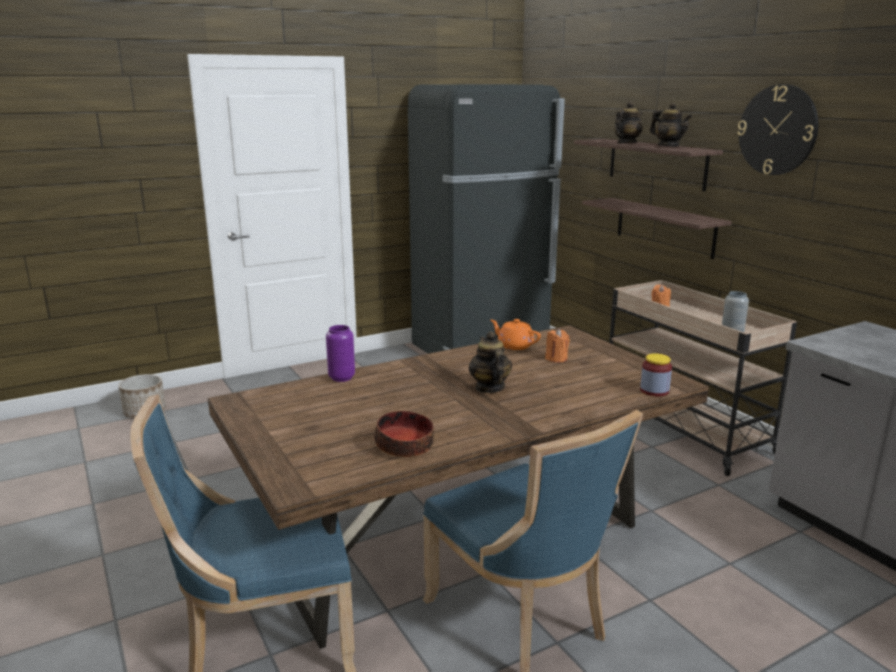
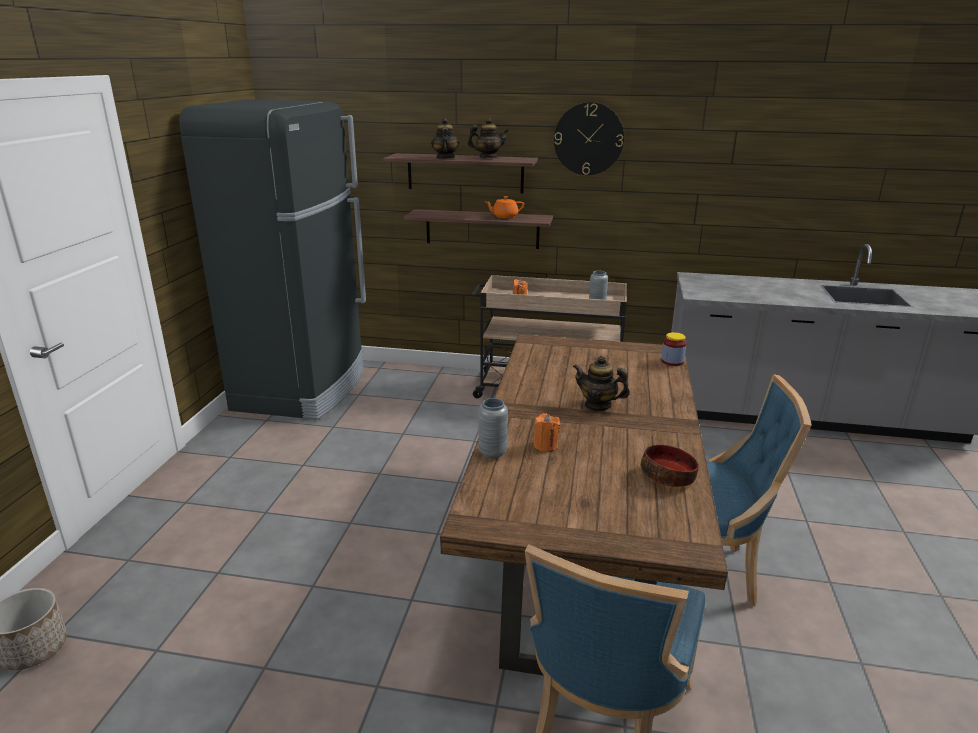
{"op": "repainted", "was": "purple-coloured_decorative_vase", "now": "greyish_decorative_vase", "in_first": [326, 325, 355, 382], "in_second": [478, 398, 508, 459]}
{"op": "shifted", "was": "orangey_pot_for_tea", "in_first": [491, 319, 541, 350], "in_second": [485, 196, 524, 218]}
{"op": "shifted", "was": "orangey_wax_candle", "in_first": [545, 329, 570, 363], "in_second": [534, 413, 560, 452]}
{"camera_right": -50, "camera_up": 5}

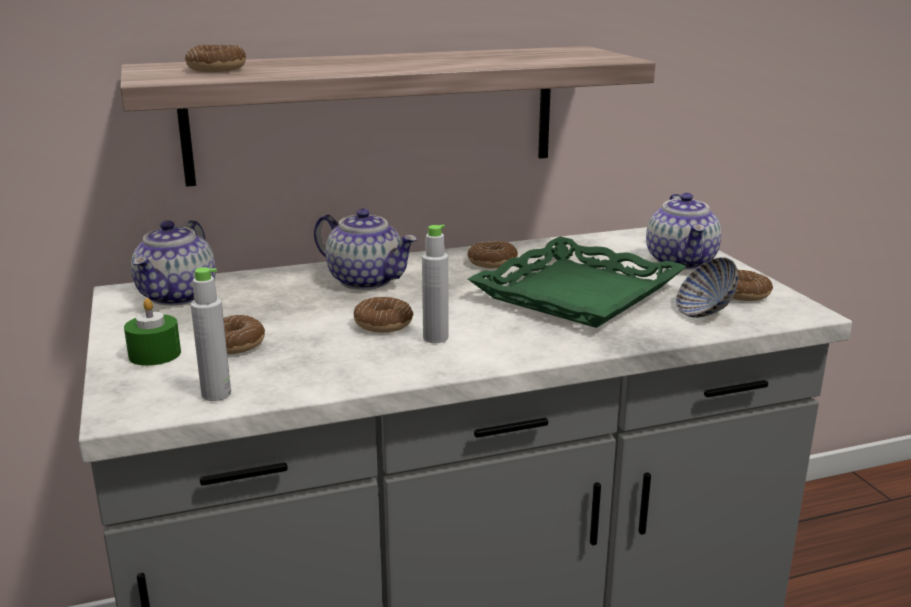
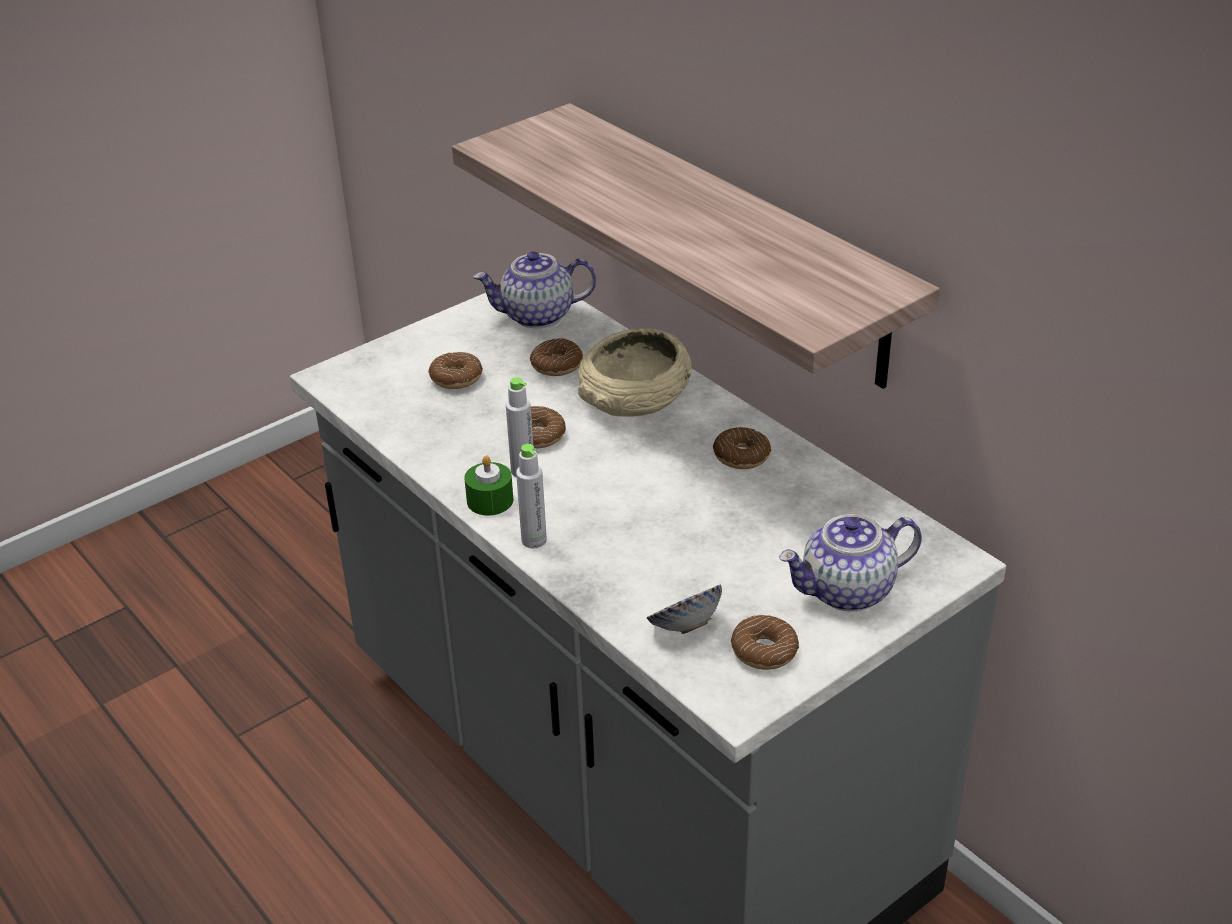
{"op": "shifted", "was": "green_wax_candle", "in_first": [124, 298, 181, 366], "in_second": [464, 455, 514, 516]}
{"op": "shifted", "was": "ring_doughnut", "in_first": [185, 45, 246, 72], "in_second": [530, 338, 583, 376]}
{"op": "shifted", "was": "greyish_beverage_bottle", "in_first": [190, 267, 231, 401], "in_second": [516, 444, 547, 548]}
{"op": "swapped", "was": "pot_for_tea", "now": "beige_serving_bowl", "in_first": [314, 208, 417, 290], "in_second": [578, 328, 692, 417]}
{"op": "gone", "was": "green_serving_tray", "in_first": [468, 236, 686, 328]}
{"camera_right": 70, "camera_up": 15}

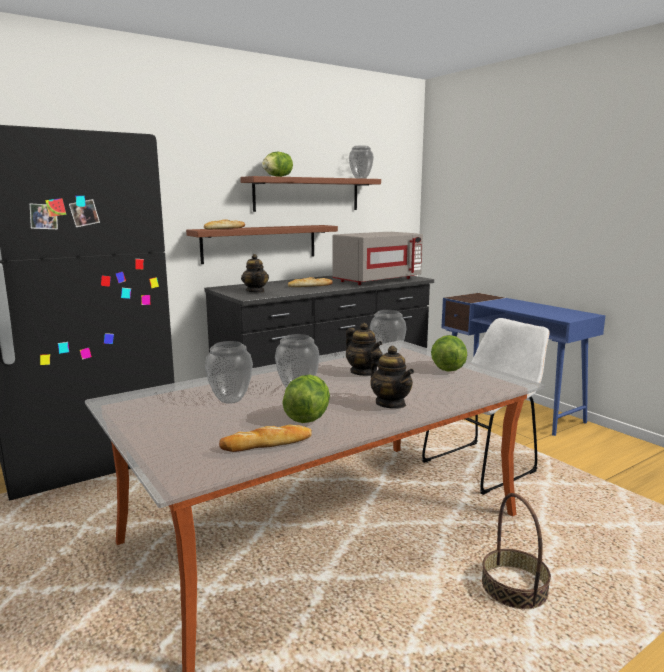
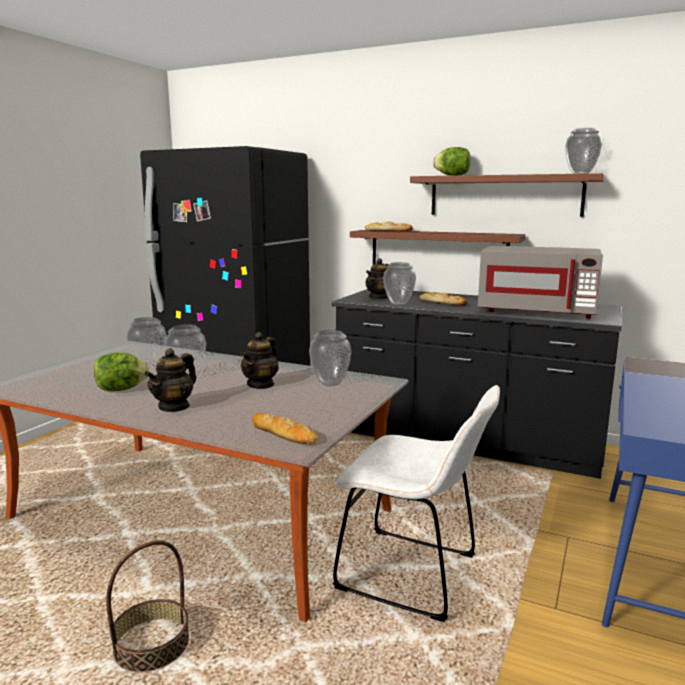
{"op": "shifted", "was": "bakery_bread", "in_first": [219, 425, 312, 452], "in_second": [252, 413, 319, 444]}
{"op": "gone", "was": "head_of_lettuce", "in_first": [431, 335, 467, 372]}
{"op": "new", "now": "decorative_vase", "in_second": [383, 262, 416, 305]}
{"camera_right": 60, "camera_up": 0}

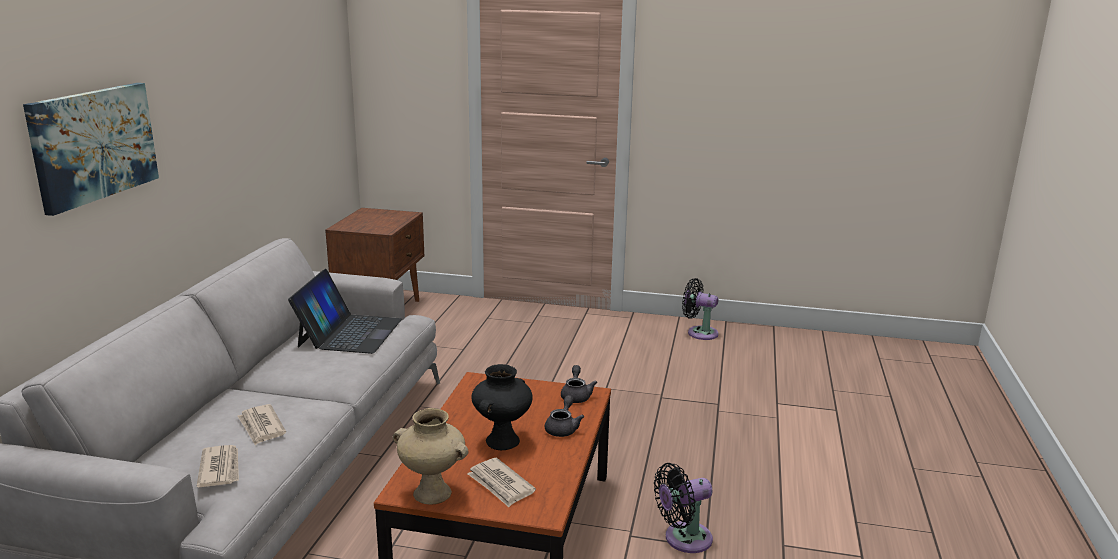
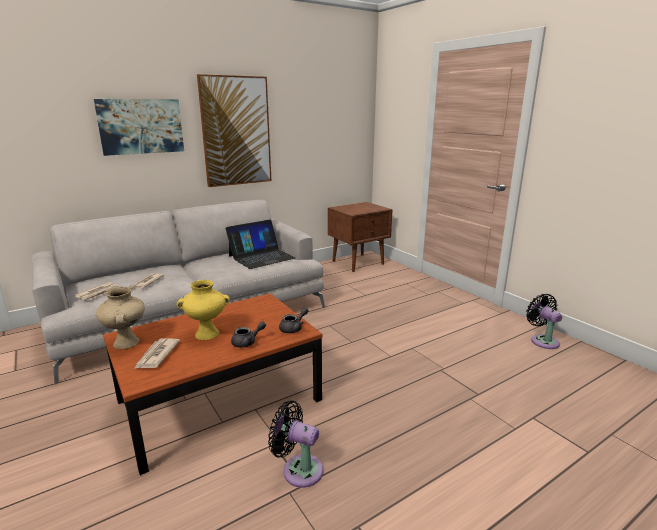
{"op": "repainted", "was": "blackish_decorative_vase", "now": "yellow-coloured_decorative_vase", "in_first": [472, 364, 533, 450], "in_second": [177, 280, 230, 340]}
{"op": "new", "now": "wall_picture", "in_second": [197, 74, 272, 187]}
{"camera_right": 45, "camera_up": 0}

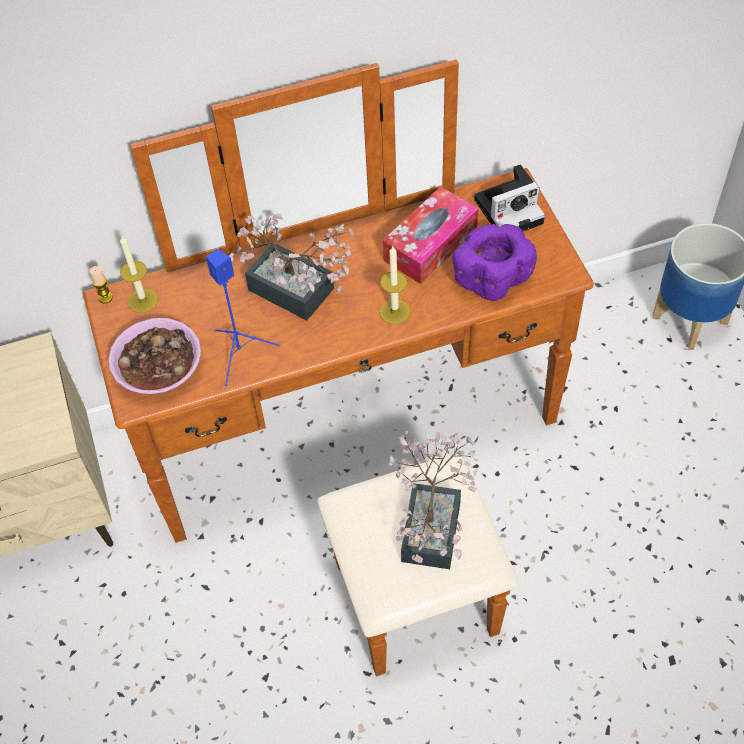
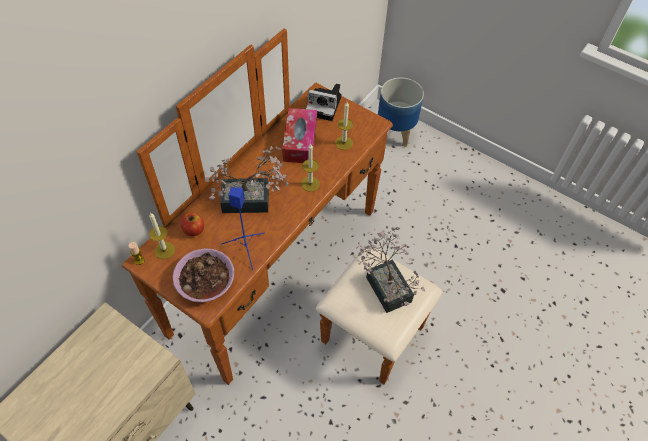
{"op": "swapped", "was": "purple-coloured_serving_bowl", "now": "wax_candle", "in_first": [452, 224, 537, 301], "in_second": [335, 102, 353, 150]}
{"op": "rotated", "was": "photo_camera", "in_first": [474, 164, 545, 231], "in_second": [306, 84, 341, 121], "clockwise": 75}
{"op": "new", "now": "whole_apple", "in_second": [180, 212, 204, 236]}
{"camera_right": -40, "camera_up": 0}

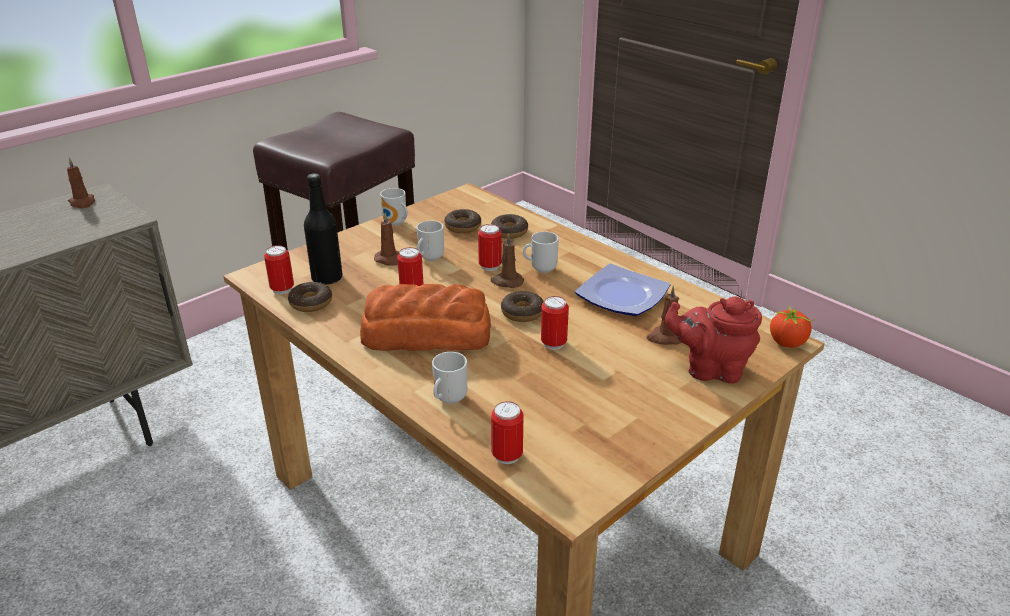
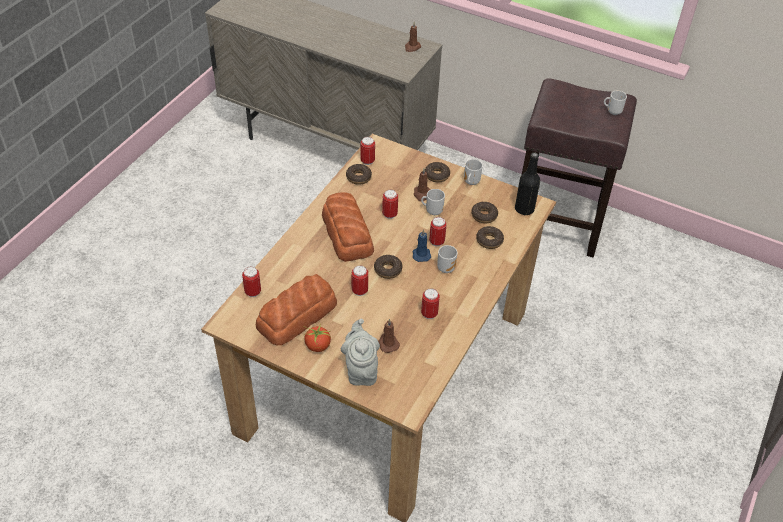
{"op": "shifted", "was": "blackish_beverage_bottle", "in_first": [304, 173, 342, 285], "in_second": [515, 152, 540, 215]}
{"op": "shifted", "was": "tea_mug", "in_first": [432, 352, 467, 404], "in_second": [604, 91, 627, 115]}
{"op": "repainted", "was": "brownish_wax_candle", "now": "blue_wax_candle", "in_first": [490, 233, 524, 288], "in_second": [413, 229, 431, 262]}
{"op": "swapped", "was": "flat_dish", "now": "sealed_can", "in_first": [575, 264, 671, 316], "in_second": [421, 288, 440, 319]}
{"op": "repainted", "was": "reddish_pot_for_tea", "now": "greyish_pot_for_tea", "in_first": [665, 297, 762, 384], "in_second": [341, 319, 380, 386]}
{"op": "shifted", "was": "whole_tomato", "in_first": [770, 306, 814, 348], "in_second": [304, 323, 331, 352]}
{"op": "new", "now": "bakery_bread", "in_second": [256, 274, 337, 346]}
{"op": "new", "now": "ring_doughnut", "in_second": [425, 162, 450, 182]}
{"camera_right": 70, "camera_up": 15}

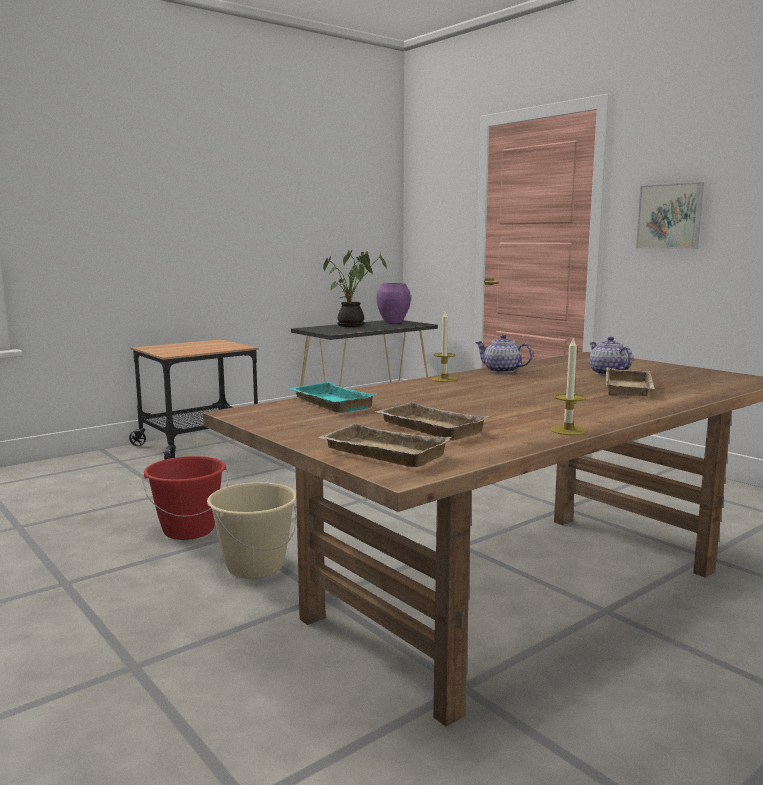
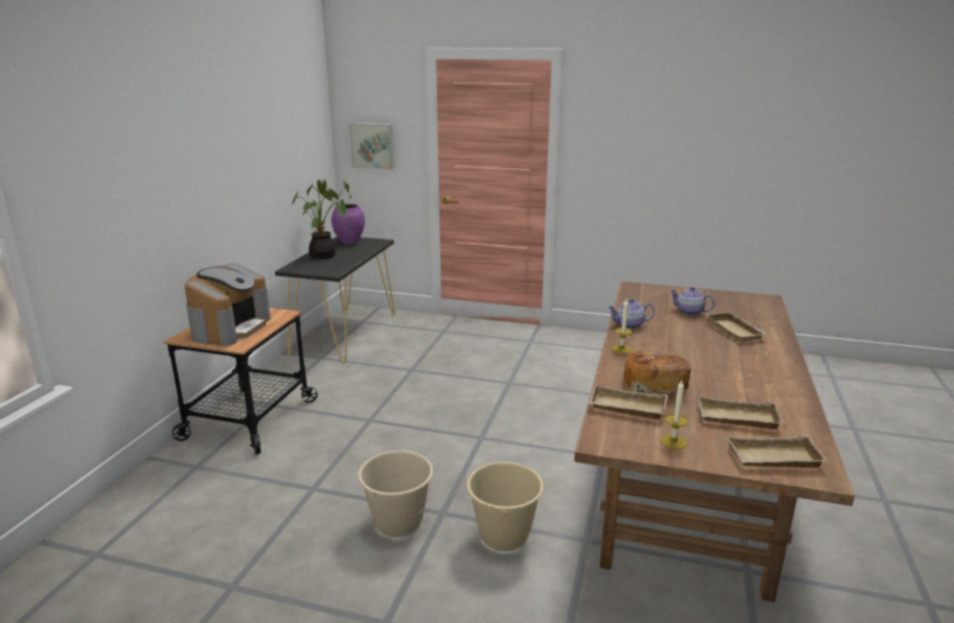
{"op": "repainted", "was": "reddish_water_bucket", "now": "beige_water_bucket", "in_first": [142, 456, 229, 540], "in_second": [358, 451, 433, 537]}
{"op": "repainted", "was": "turquoise_serving_tray", "now": "beige_serving_tray", "in_first": [289, 382, 376, 413], "in_second": [588, 385, 668, 420]}
{"op": "shifted", "was": "wax_candle", "in_first": [550, 336, 586, 435], "in_second": [660, 380, 688, 449]}
{"op": "shifted", "was": "wall_picture", "in_first": [636, 182, 704, 249], "in_second": [349, 123, 395, 170]}
{"op": "new", "now": "coffee_brewer", "in_second": [185, 264, 271, 346]}
{"op": "new", "now": "bakery_bread", "in_second": [624, 351, 691, 394]}
{"camera_right": -35, "camera_up": 10}

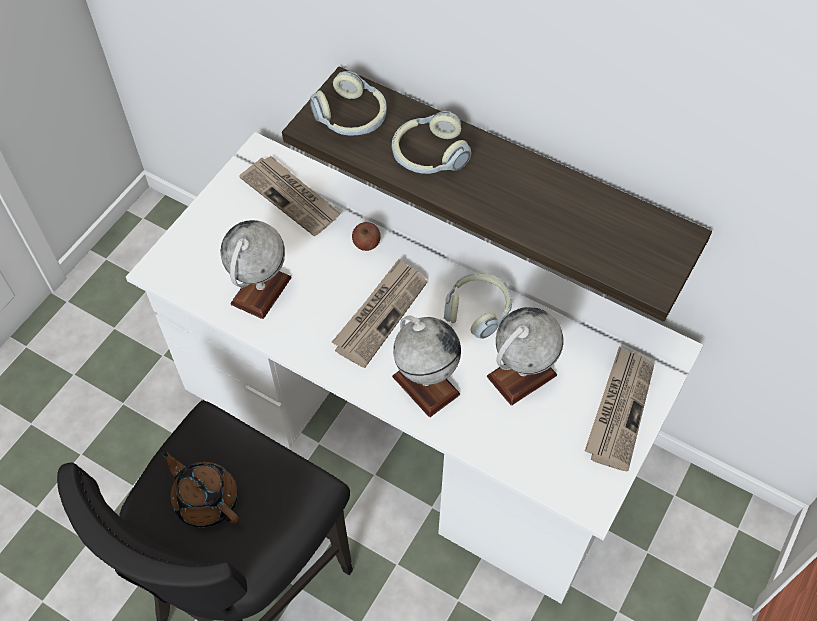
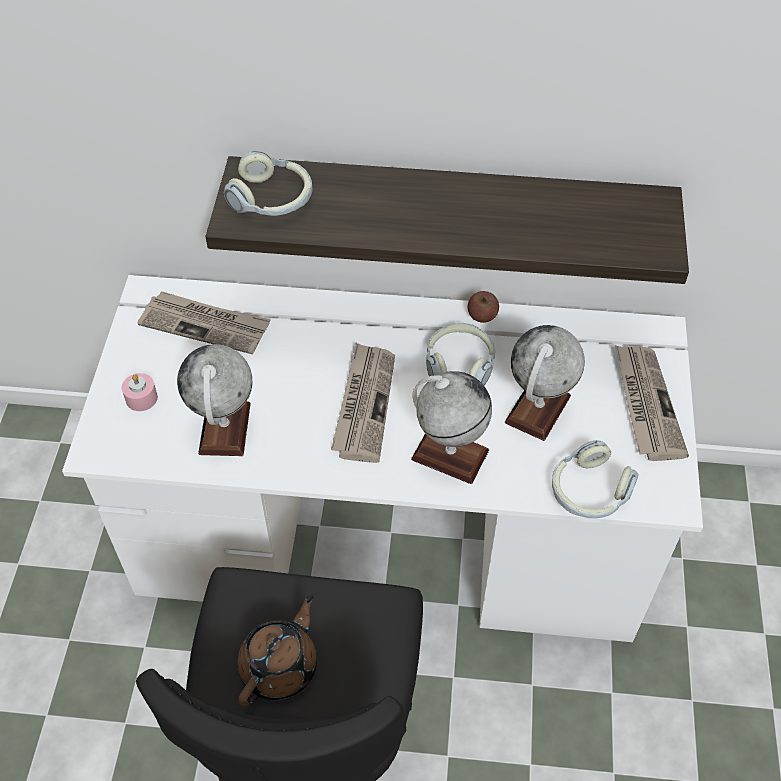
{"op": "rotated", "was": "brownish_pot_for_tea", "in_first": [160, 450, 239, 528], "in_second": [237, 593, 317, 707], "clockwise": 105}
{"op": "shifted", "was": "whole_apple", "in_first": [352, 222, 381, 251], "in_second": [468, 291, 499, 323]}
{"op": "shifted", "was": "headset", "in_first": [392, 111, 471, 174], "in_second": [552, 440, 639, 518]}
{"op": "new", "now": "pink_wax_candle", "in_second": [122, 373, 158, 411]}
{"camera_right": -25, "camera_up": -5}

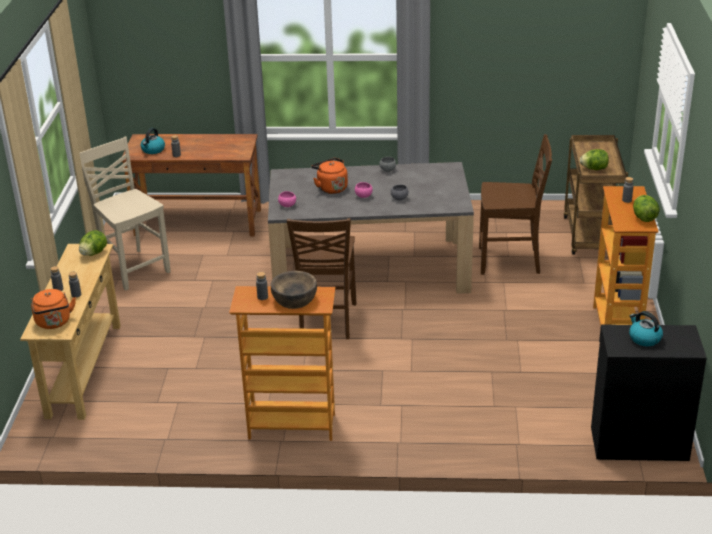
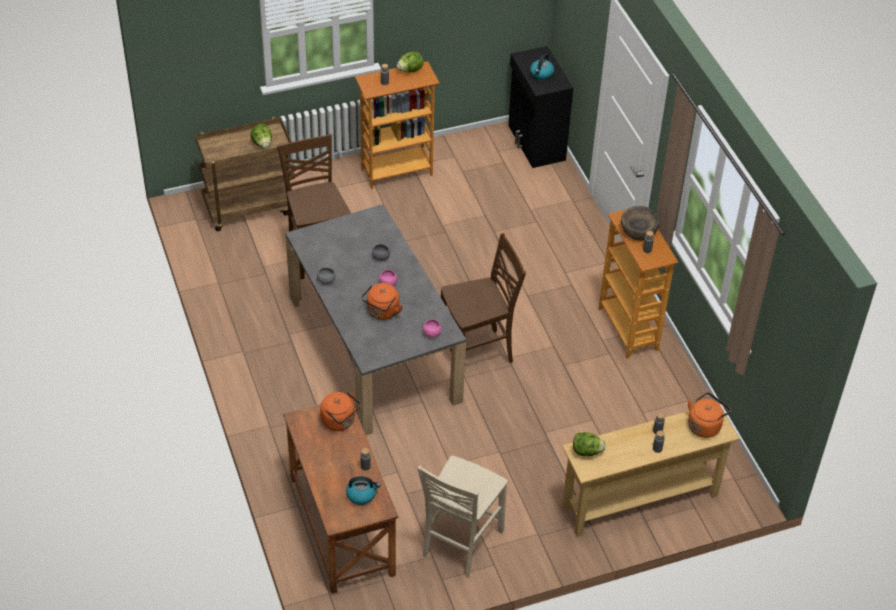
{"op": "new", "now": "orangey_tea_kettle", "in_second": [320, 392, 361, 431]}
{"camera_right": -115, "camera_up": 15}

